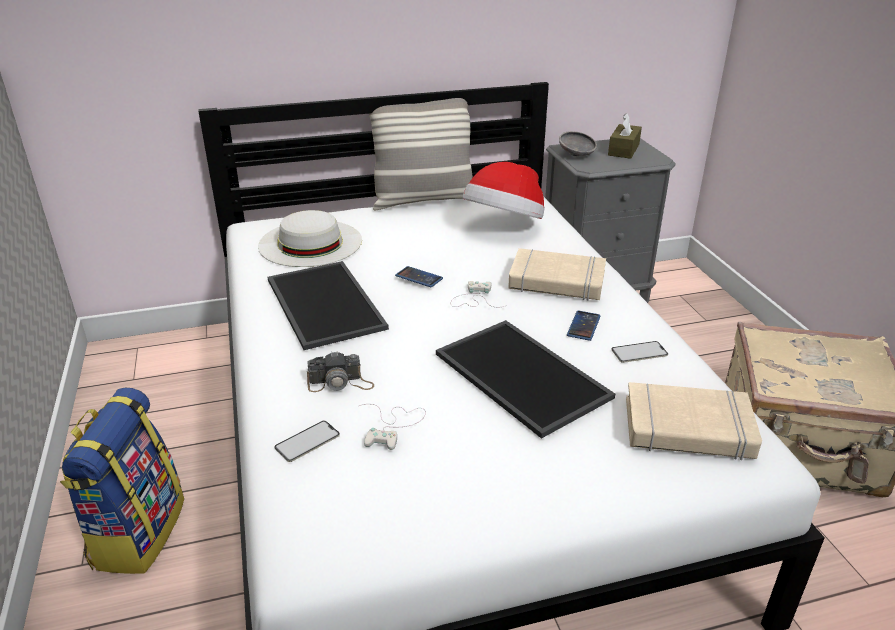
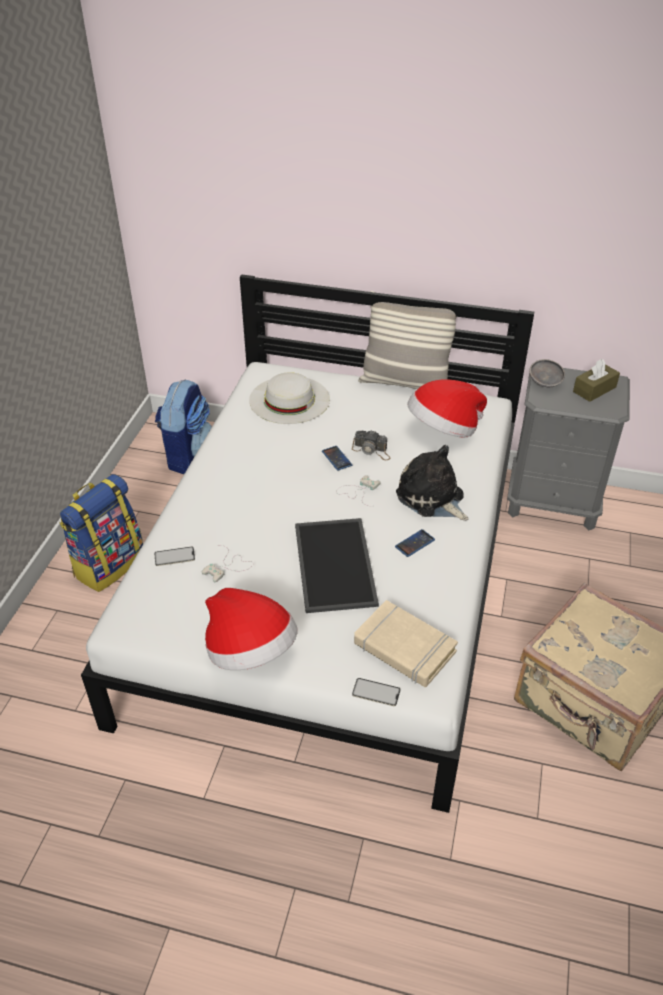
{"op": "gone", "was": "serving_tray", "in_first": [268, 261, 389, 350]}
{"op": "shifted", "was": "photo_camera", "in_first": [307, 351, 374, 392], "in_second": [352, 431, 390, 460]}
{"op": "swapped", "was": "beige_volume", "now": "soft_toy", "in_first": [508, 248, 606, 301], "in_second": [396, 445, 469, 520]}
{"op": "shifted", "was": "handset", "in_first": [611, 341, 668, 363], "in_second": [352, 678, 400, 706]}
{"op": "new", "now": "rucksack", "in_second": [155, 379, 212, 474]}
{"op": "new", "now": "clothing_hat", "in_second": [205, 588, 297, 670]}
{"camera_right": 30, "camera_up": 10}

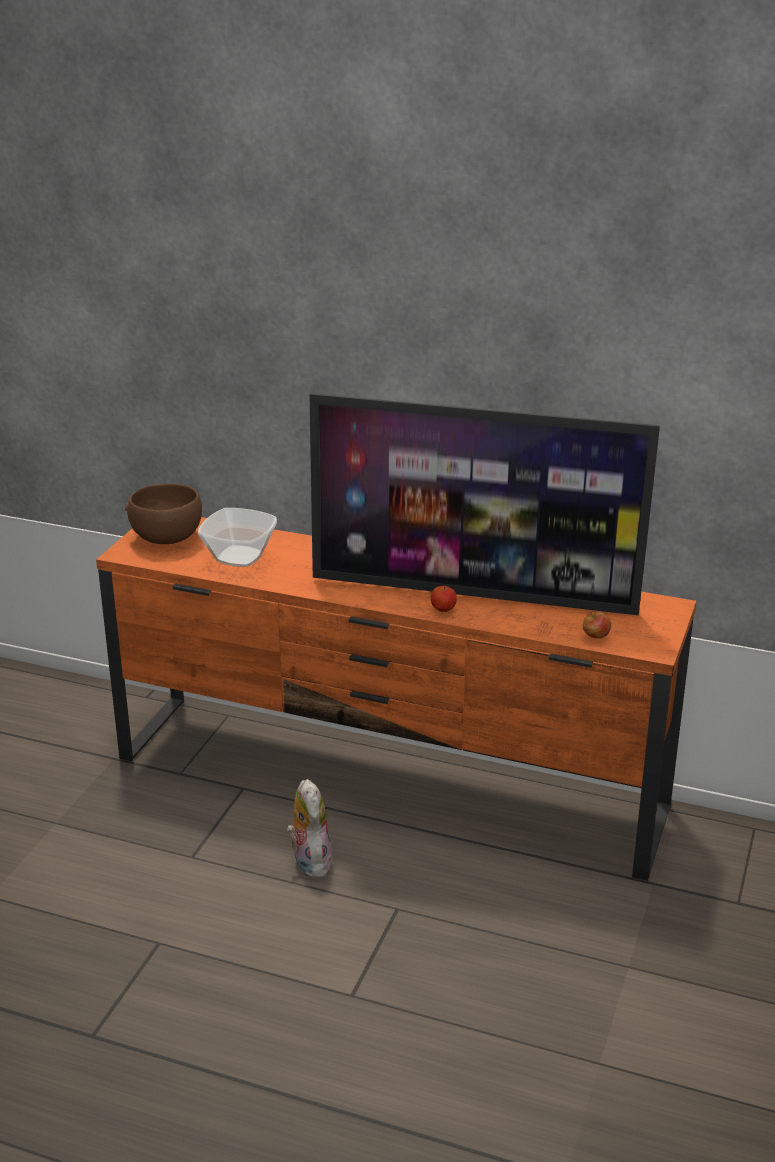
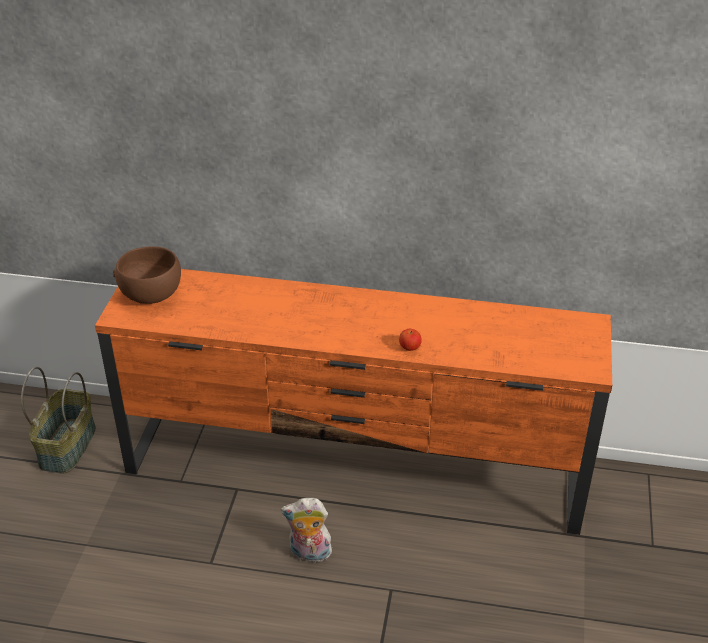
{"op": "gone", "was": "serving_bowl", "in_first": [198, 508, 277, 567]}
{"op": "rotated", "was": "soft_toy", "in_first": [287, 779, 332, 878], "in_second": [281, 498, 332, 563], "clockwise": -60}
{"op": "gone", "was": "TV_set", "in_first": [309, 393, 660, 616]}
{"op": "gone", "was": "whole_apple", "in_first": [583, 611, 611, 639]}
{"op": "new", "now": "household_basket", "in_second": [21, 367, 96, 473]}
{"camera_right": -10, "camera_up": 10}

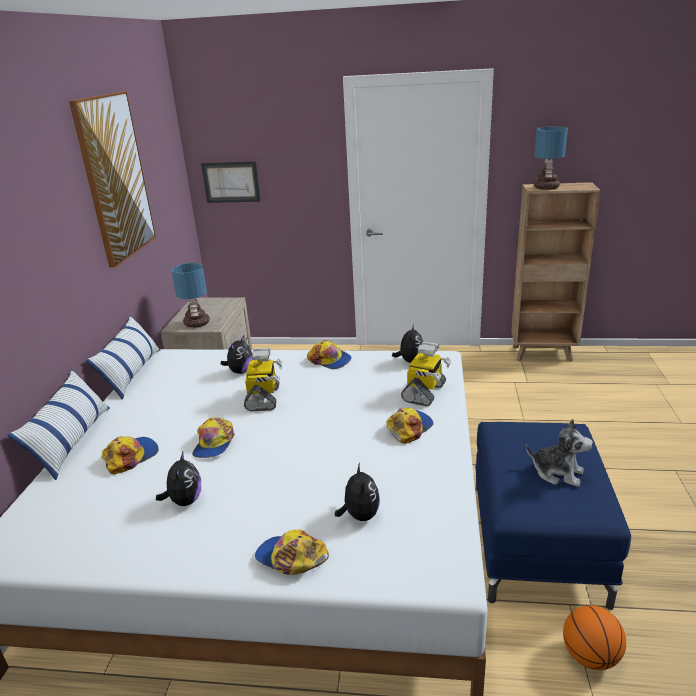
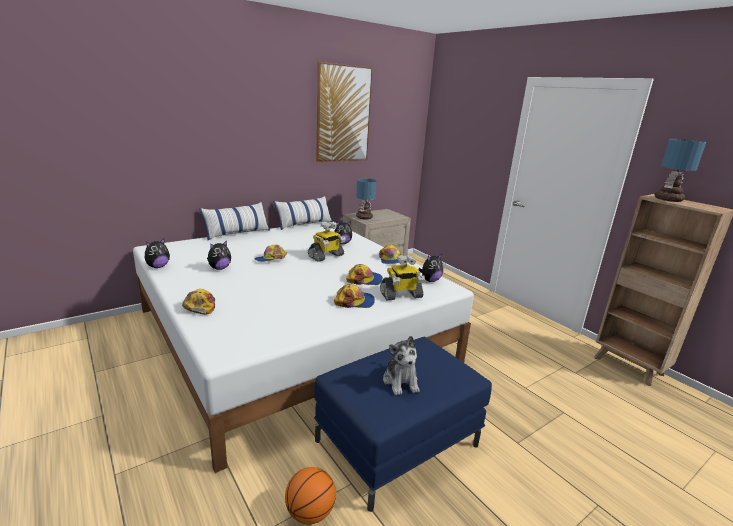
{"op": "shifted", "was": "peaked_cap", "in_first": [101, 436, 159, 474], "in_second": [346, 264, 383, 285]}
{"op": "gone", "was": "wall_picture", "in_first": [201, 161, 261, 203]}
{"op": "shifted", "was": "soft_toy", "in_first": [335, 463, 380, 521], "in_second": [144, 238, 170, 268]}
{"camera_right": 45, "camera_up": -5}

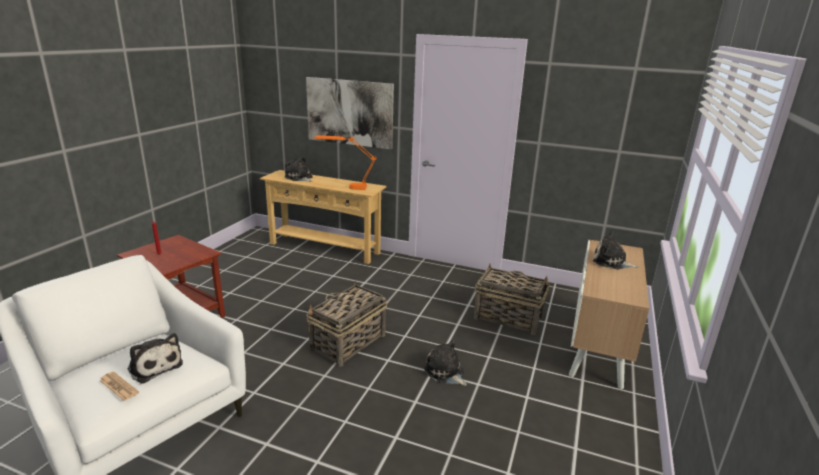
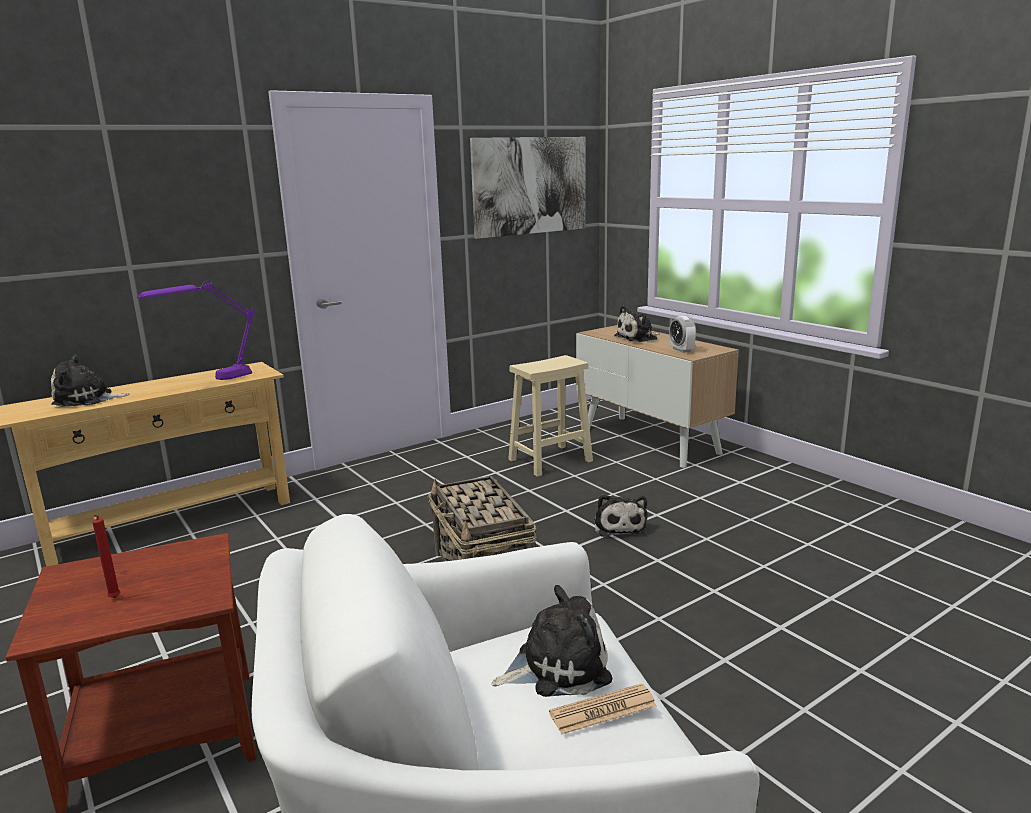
{"op": "shifted", "was": "wall_picture", "in_first": [306, 77, 394, 150], "in_second": [470, 137, 586, 239]}
{"op": "repainted", "was": "orangey_tabletop_lamp", "now": "purple-coloured_tabletop_lamp", "in_first": [314, 135, 377, 190], "in_second": [137, 280, 255, 380]}
{"op": "rotated", "was": "soft_toy", "in_first": [424, 340, 467, 386], "in_second": [594, 494, 647, 537], "clockwise": -90}
{"op": "swapped", "was": "household_basket", "now": "beige_stool_seat", "in_first": [474, 263, 550, 335], "in_second": [508, 355, 593, 477]}
{"op": "new", "now": "alarm_clock", "in_second": [669, 316, 696, 353]}
{"camera_right": -55, "camera_up": -5}

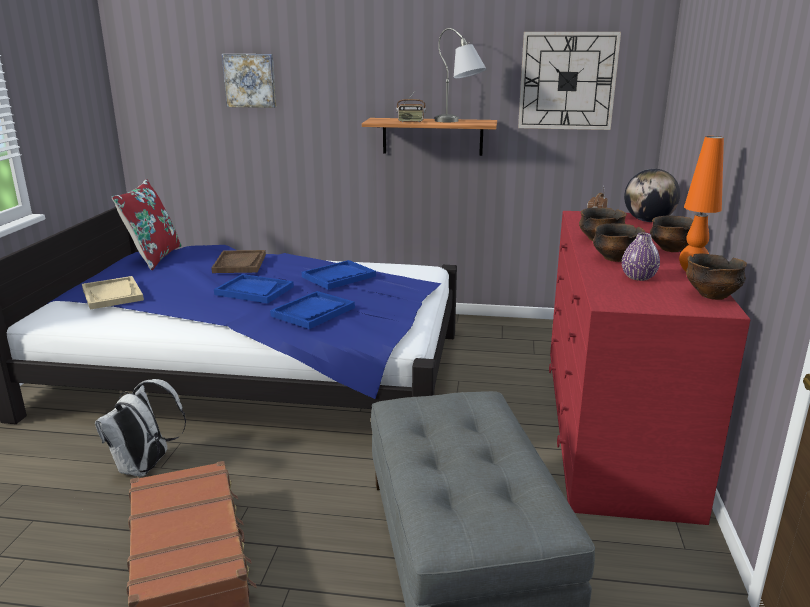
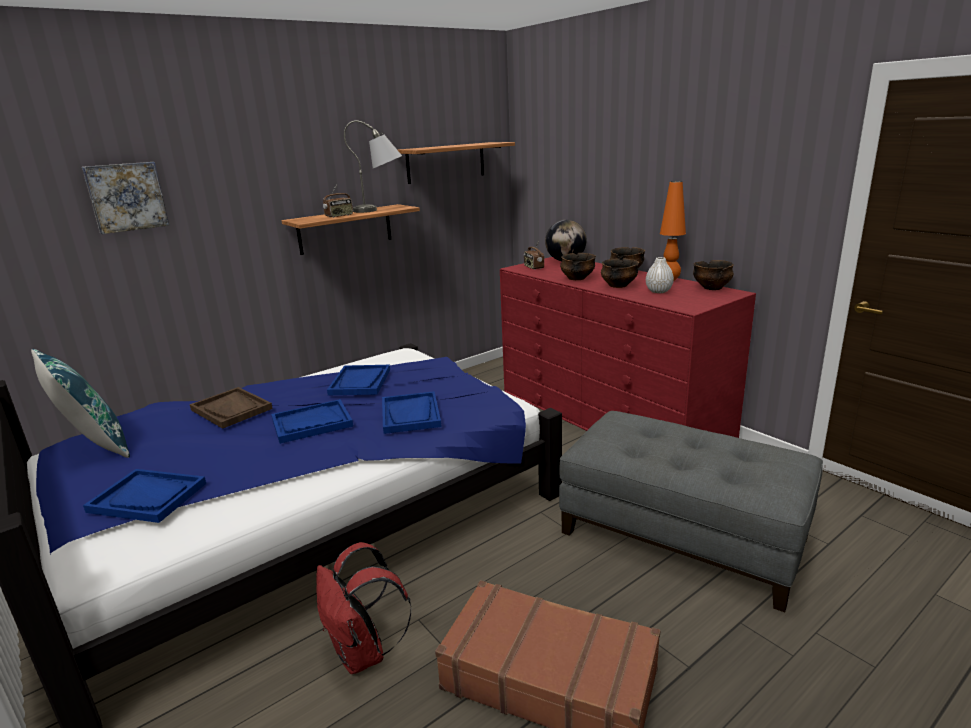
{"op": "repainted", "was": "beige_serving_tray", "now": "blue_serving_tray", "in_first": [82, 276, 144, 310], "in_second": [83, 469, 206, 523]}
{"op": "repainted", "was": "white_rucksack", "now": "reddish_rucksack", "in_first": [95, 379, 186, 477], "in_second": [316, 542, 412, 674]}
{"op": "repainted", "was": "reddish_throw_pillow", "now": "blue_throw_pillow", "in_first": [112, 179, 181, 271], "in_second": [31, 349, 130, 458]}
{"op": "swapped", "was": "wall_clock", "now": "bracket_shelf", "in_first": [518, 32, 621, 130], "in_second": [398, 142, 515, 184]}
{"op": "repainted", "was": "purple-coloured_decorative_vase", "now": "white_decorative_vase", "in_first": [622, 232, 660, 281], "in_second": [646, 257, 674, 293]}
{"camera_right": -45, "camera_up": 0}

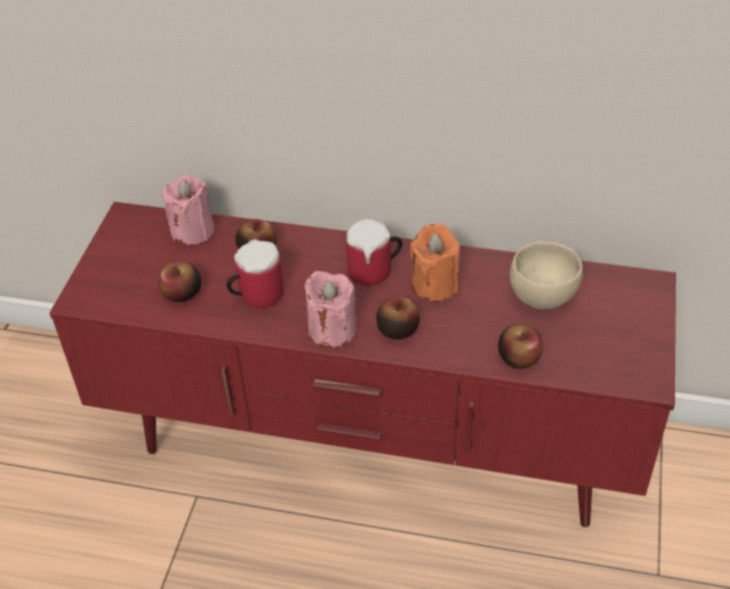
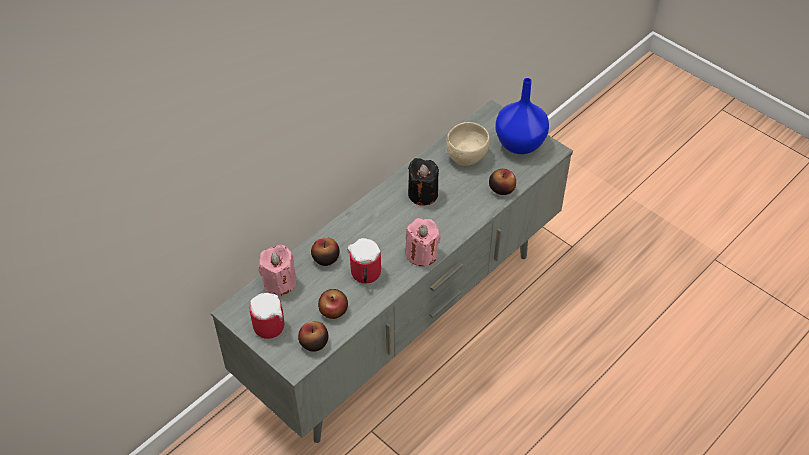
{"op": "repainted", "was": "reddish_tv_stand", "now": "greyish_tv_stand", "in_first": [50, 202, 676, 527], "in_second": [210, 99, 573, 443]}
{"op": "shifted", "was": "tea_mug", "in_first": [346, 219, 402, 285], "in_second": [250, 293, 284, 339]}
{"op": "shifted", "was": "whole_apple", "in_first": [376, 297, 420, 339], "in_second": [298, 321, 328, 352]}
{"op": "repainted", "was": "orangey_wax_candle", "now": "blackish_wax_candle", "in_first": [410, 224, 460, 301], "in_second": [408, 158, 439, 206]}
{"op": "new", "now": "blue_decorative_vase", "in_second": [495, 78, 549, 154]}
{"camera_right": -60, "camera_up": 5}

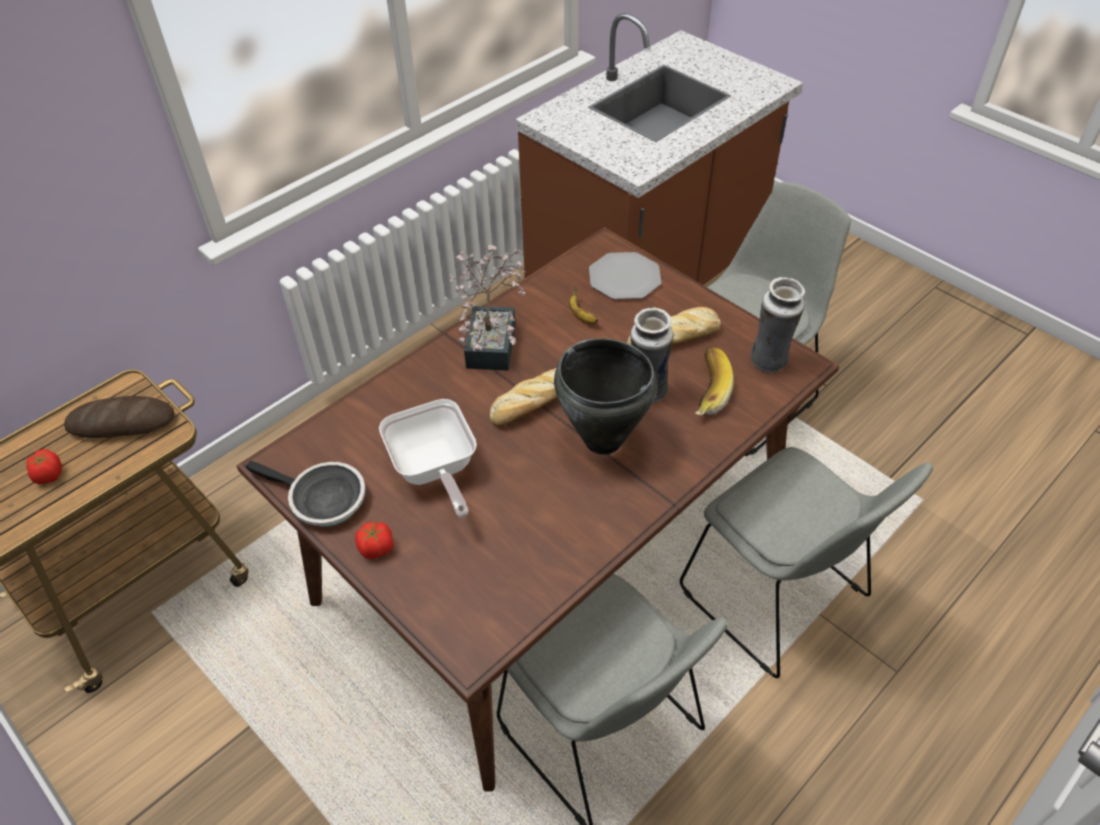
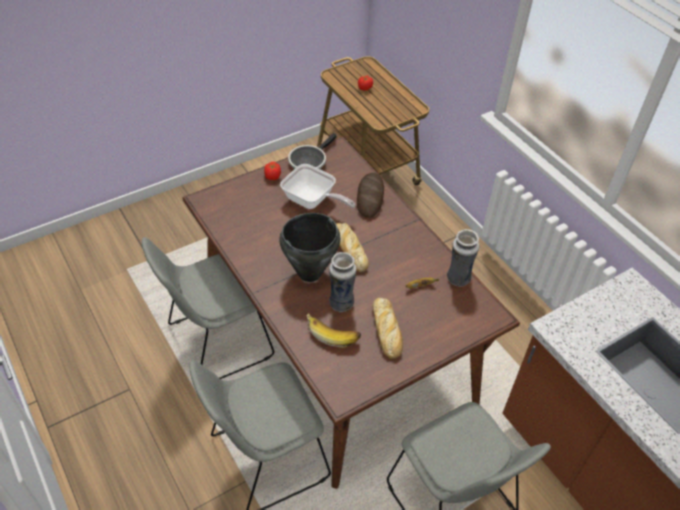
{"op": "shifted", "was": "bakery_bread", "in_first": [64, 396, 174, 438], "in_second": [357, 173, 384, 218]}
{"op": "rotated", "was": "frying_pan", "in_first": [379, 399, 477, 518], "in_second": [280, 164, 356, 209], "clockwise": -135}
{"op": "gone", "was": "potted_plant", "in_first": [448, 245, 526, 371]}
{"op": "gone", "was": "flat_dish", "in_first": [589, 252, 661, 299]}
{"op": "shifted", "was": "decorative_vase", "in_first": [751, 277, 805, 373], "in_second": [447, 229, 479, 287]}
{"camera_right": 100, "camera_up": 0}

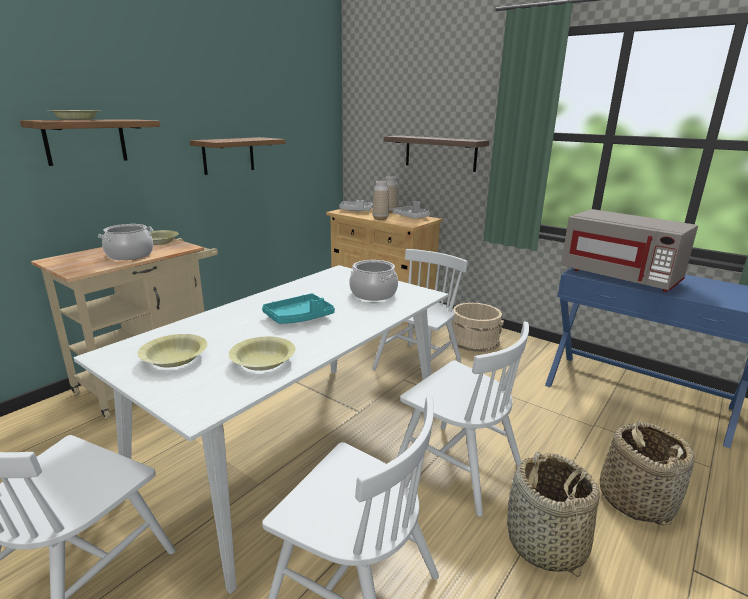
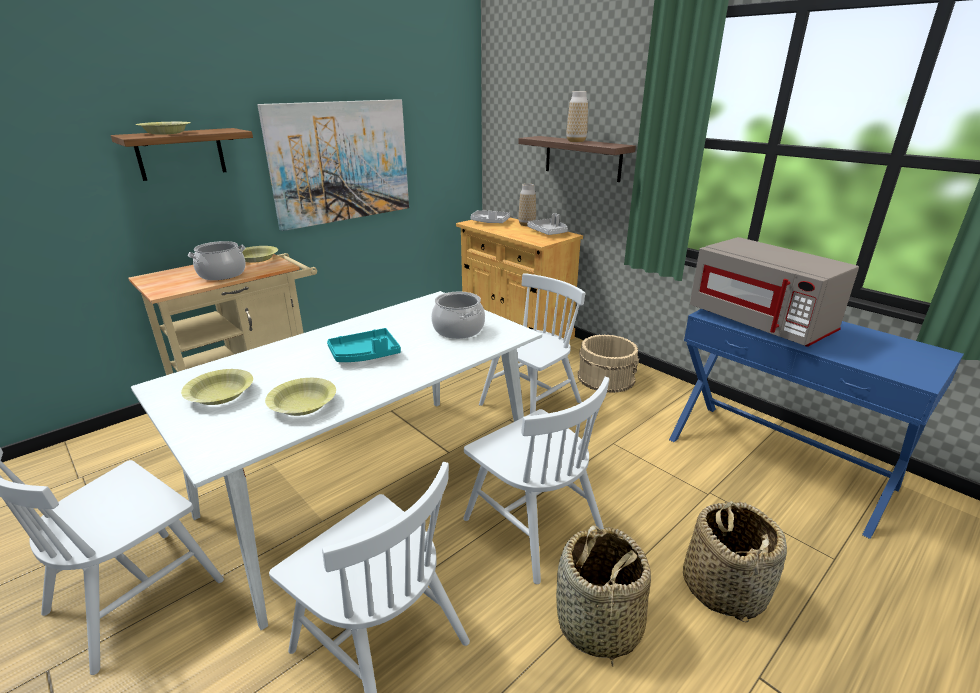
{"op": "swapped", "was": "bracket_shelf", "now": "wall_picture", "in_first": [190, 137, 285, 175], "in_second": [257, 99, 409, 231]}
{"op": "shifted", "was": "decorative_vase", "in_first": [372, 181, 389, 220], "in_second": [567, 91, 588, 142]}
{"camera_right": 10, "camera_up": 5}

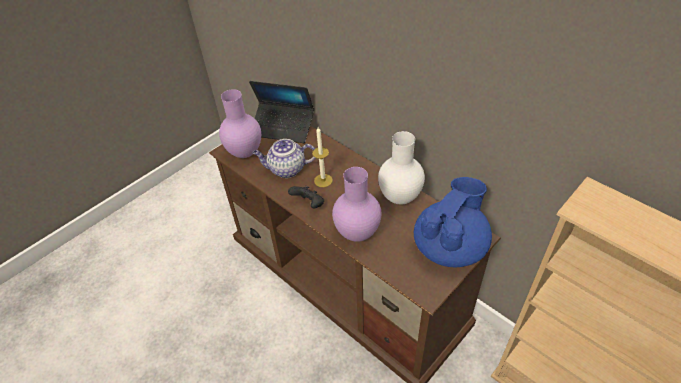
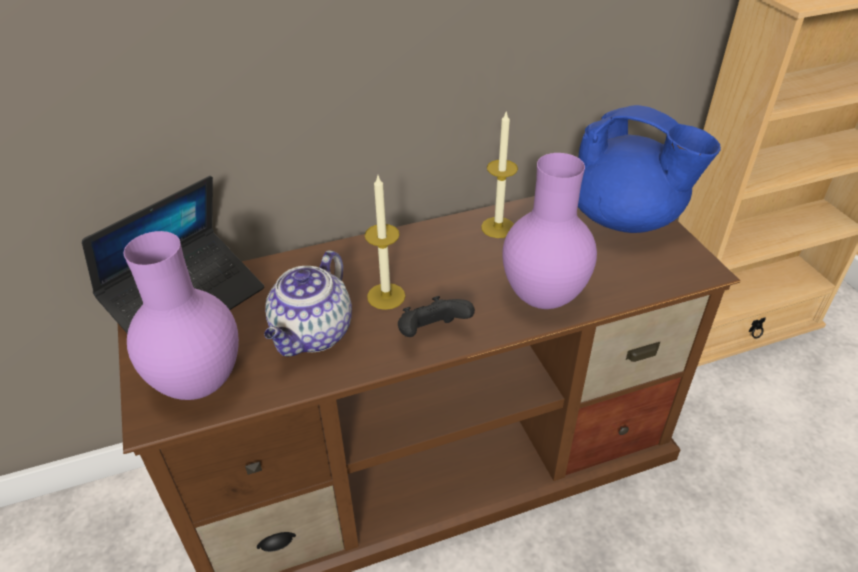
{"op": "swapped", "was": "white_decorative_vase", "now": "wax_candle", "in_first": [378, 131, 425, 204], "in_second": [481, 110, 518, 238]}
{"op": "rotated", "was": "blue_pot_for_tea", "in_first": [414, 177, 492, 267], "in_second": [578, 105, 721, 233], "clockwise": 150}
{"camera_right": -65, "camera_up": -5}

